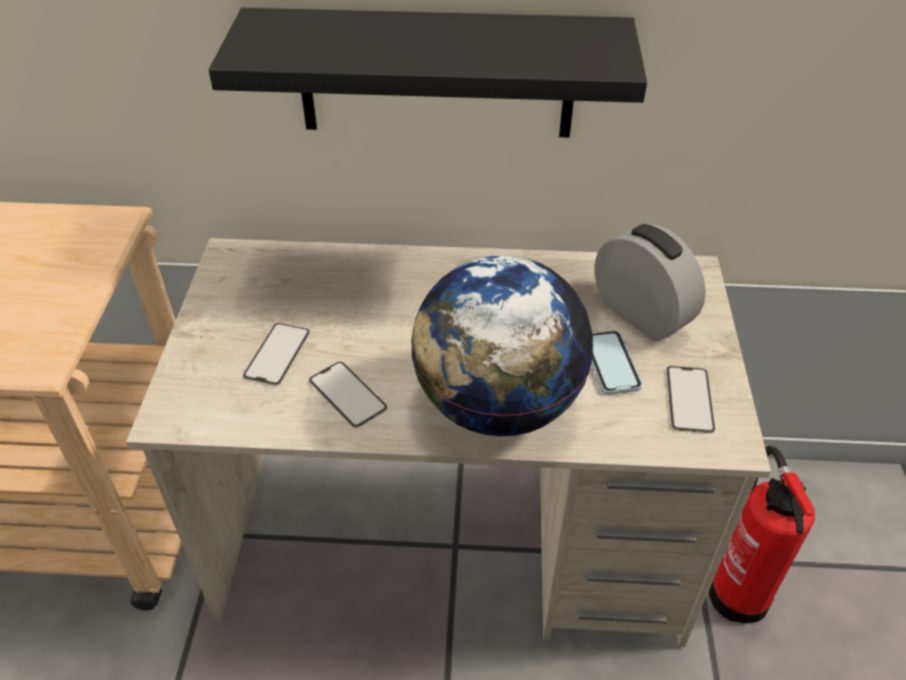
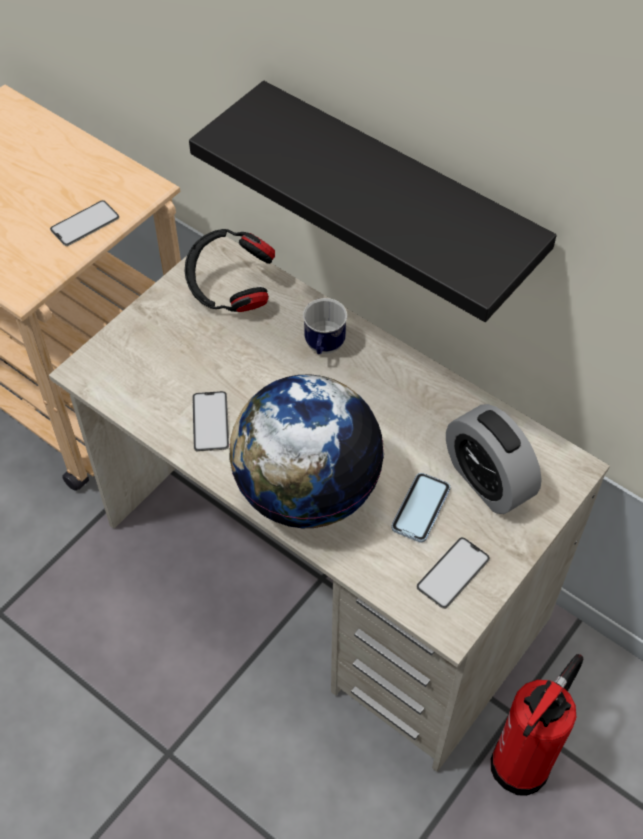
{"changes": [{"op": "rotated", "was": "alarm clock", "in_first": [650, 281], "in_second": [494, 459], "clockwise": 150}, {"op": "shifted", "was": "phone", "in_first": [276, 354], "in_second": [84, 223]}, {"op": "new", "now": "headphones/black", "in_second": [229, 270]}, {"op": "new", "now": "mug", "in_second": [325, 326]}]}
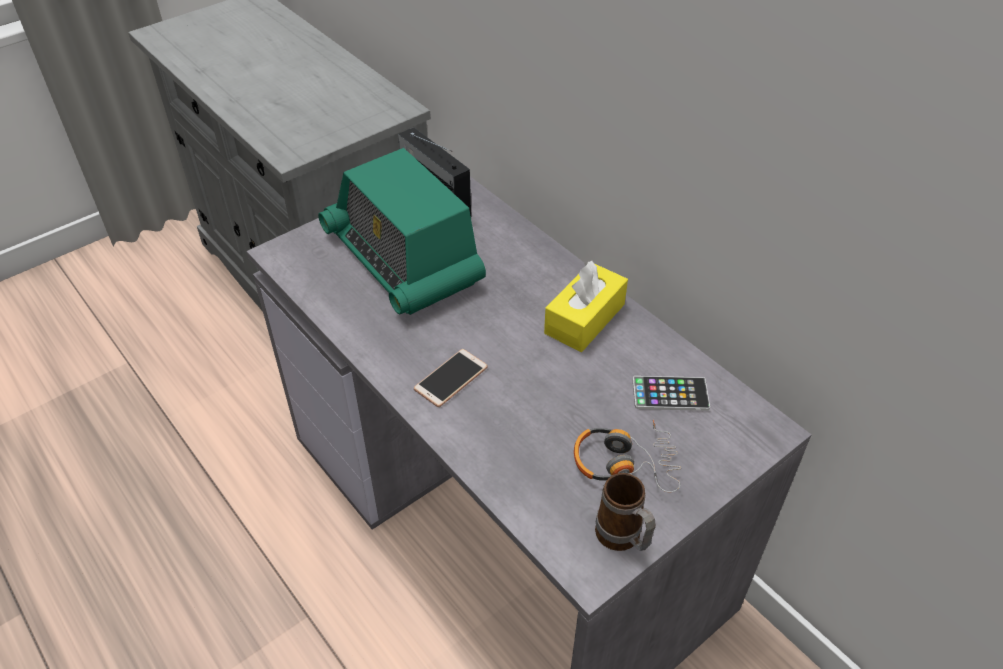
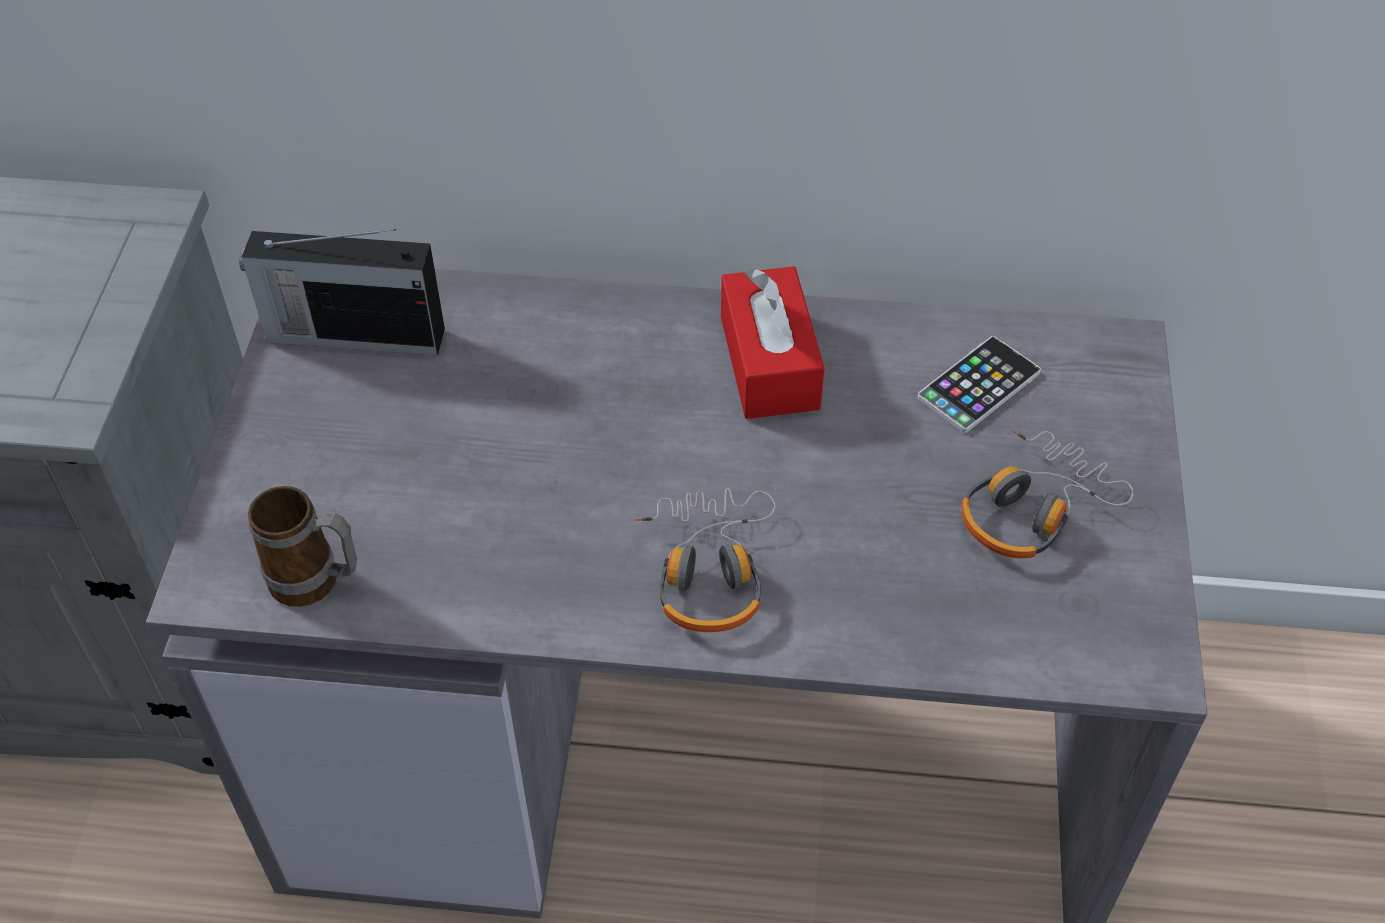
{"changes": [{"op": "gone", "was": "radio", "in_first": [402, 231]}, {"op": "repainted", "was": "tissue box/yellow", "now": "tissue box/red", "in_first": [586, 306], "in_second": [773, 342]}, {"op": "swapped", "was": "phone", "now": "headphones", "in_first": [451, 378], "in_second": [705, 560]}, {"op": "shifted", "was": "mug", "in_first": [625, 512], "in_second": [302, 546]}]}
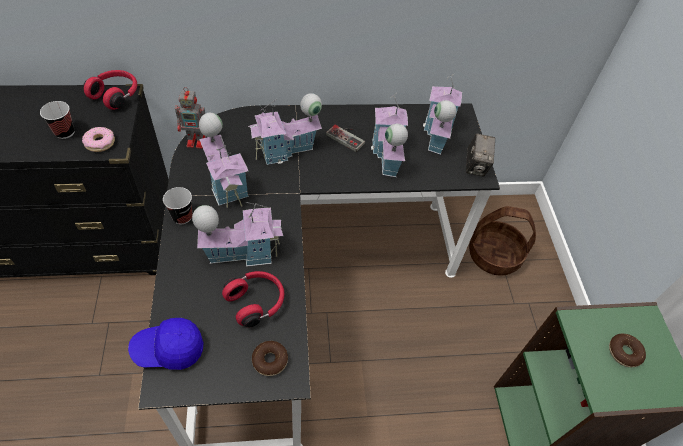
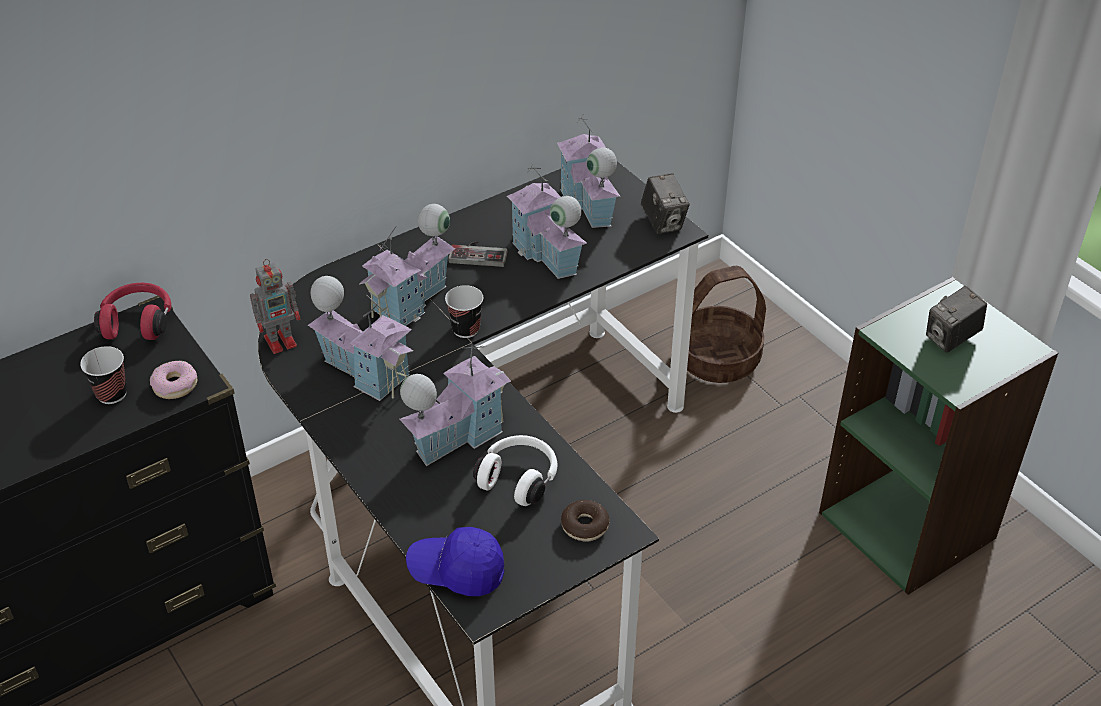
{"changes": [{"op": "shifted", "was": "cup", "in_first": [178, 205], "in_second": [464, 311]}, {"op": "repainted", "was": "headphones/red", "now": "headphones/white", "in_first": [253, 299], "in_second": [515, 470]}, {"op": "rotated", "was": "cap/blue", "in_first": [166, 344], "in_second": [455, 561], "clockwise": 45}, {"op": "swapped", "was": "donut", "now": "photo camera", "in_first": [627, 350], "in_second": [956, 319]}]}
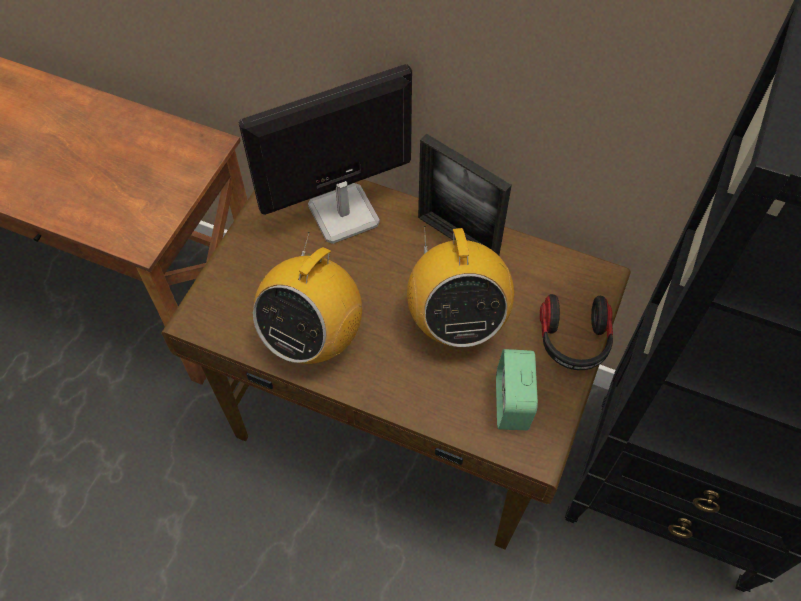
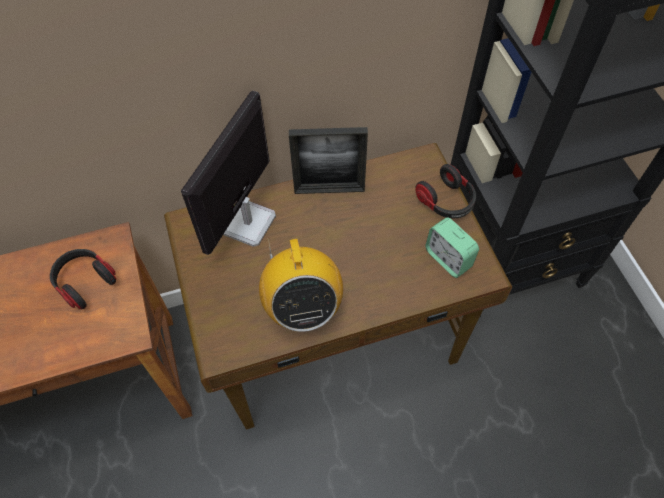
{"changes": [{"op": "gone", "was": "radio", "in_first": [460, 286]}, {"op": "new", "now": "headphones", "in_second": [83, 279]}]}
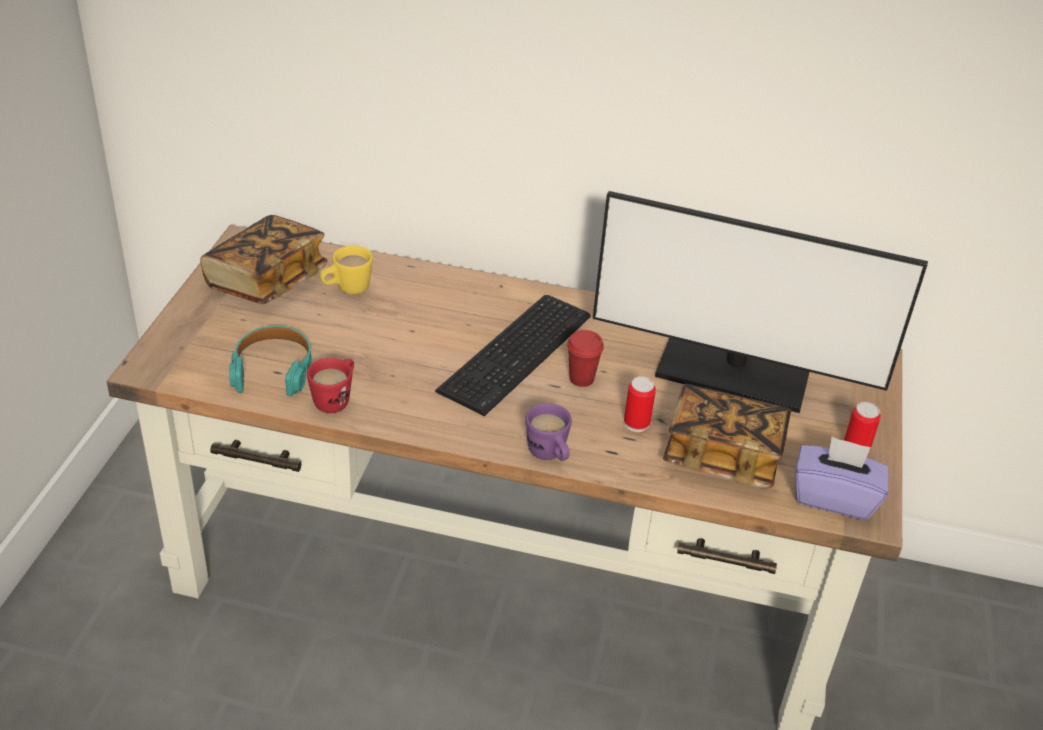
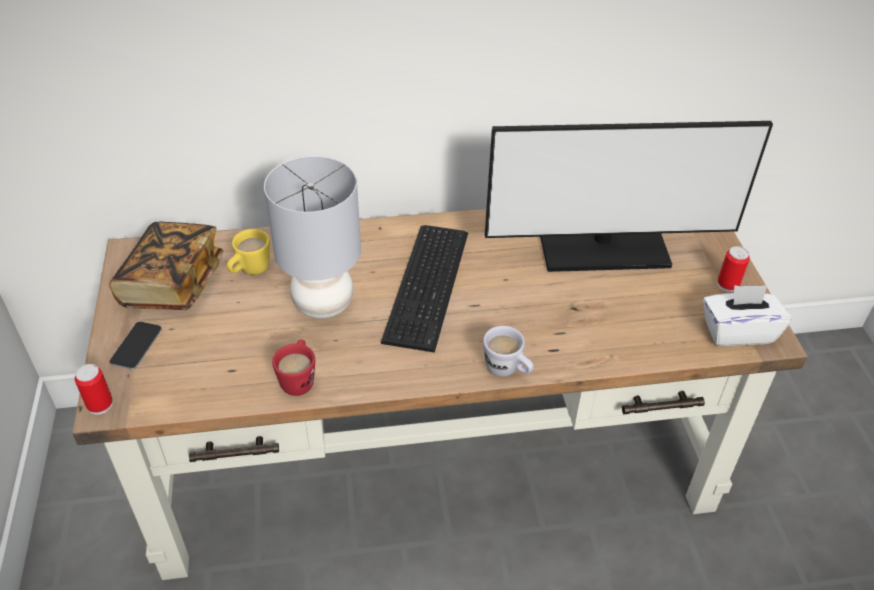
{"changes": [{"op": "gone", "was": "headphones/turquoise", "in_first": [270, 360]}, {"op": "gone", "was": "cup/red", "in_first": [585, 358]}, {"op": "shifted", "was": "can", "in_first": [640, 404], "in_second": [94, 389]}, {"op": "gone", "was": "book", "in_first": [727, 436]}, {"op": "repainted", "was": "mug/purple", "now": "mug/white", "in_first": [548, 432], "in_second": [508, 351]}, {"op": "repainted", "was": "tissue box/purple", "now": "tissue box/white", "in_first": [841, 478], "in_second": [747, 315]}, {"op": "new", "now": "table lamp/grey", "in_second": [312, 237]}, {"op": "new", "now": "phone", "in_second": [135, 345]}]}
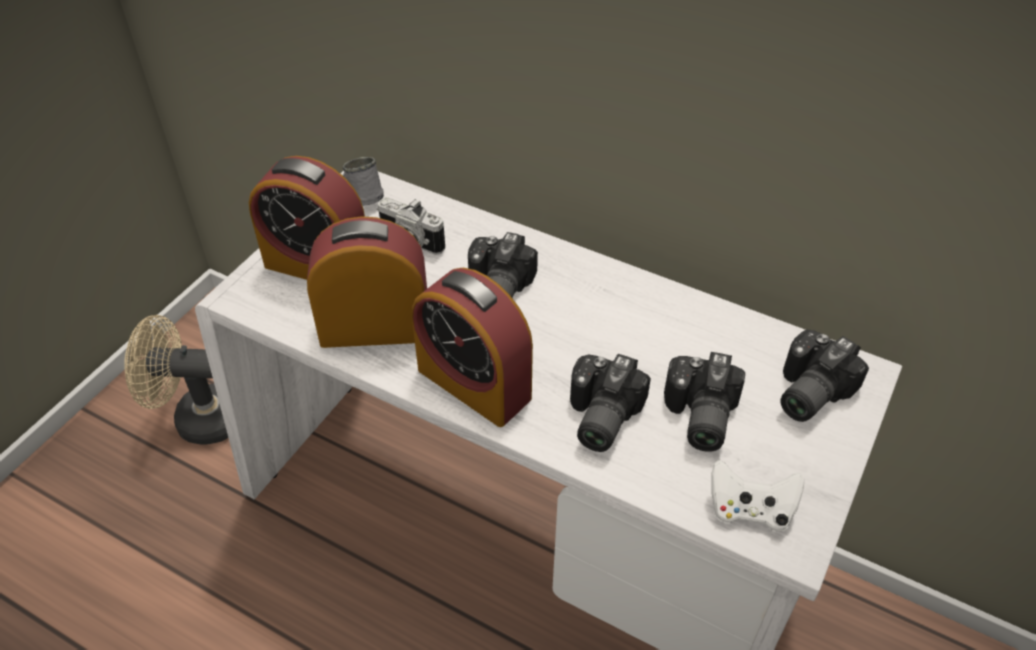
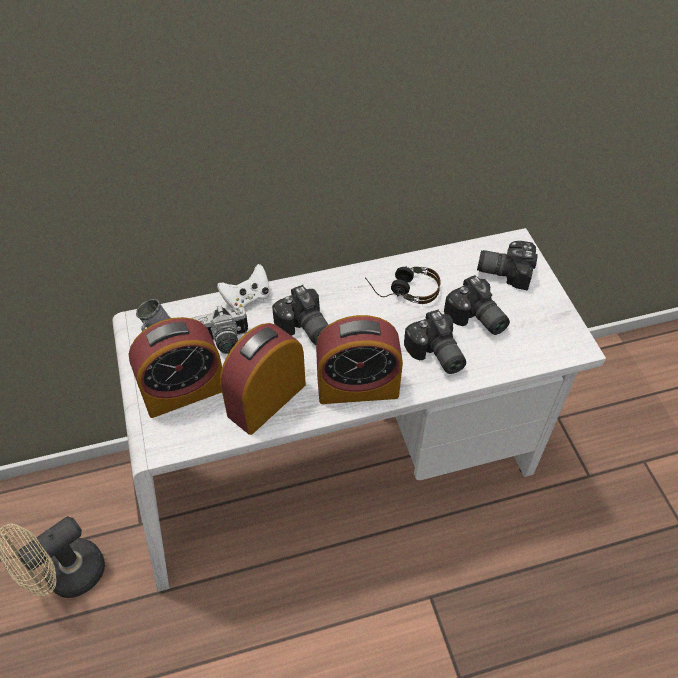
{"changes": [{"op": "rotated", "was": "photo camera", "in_first": [824, 376], "in_second": [507, 266], "clockwise": 105}, {"op": "shifted", "was": "game controller/white", "in_first": [758, 496], "in_second": [243, 286]}, {"op": "new", "now": "headphones", "in_second": [403, 285]}]}
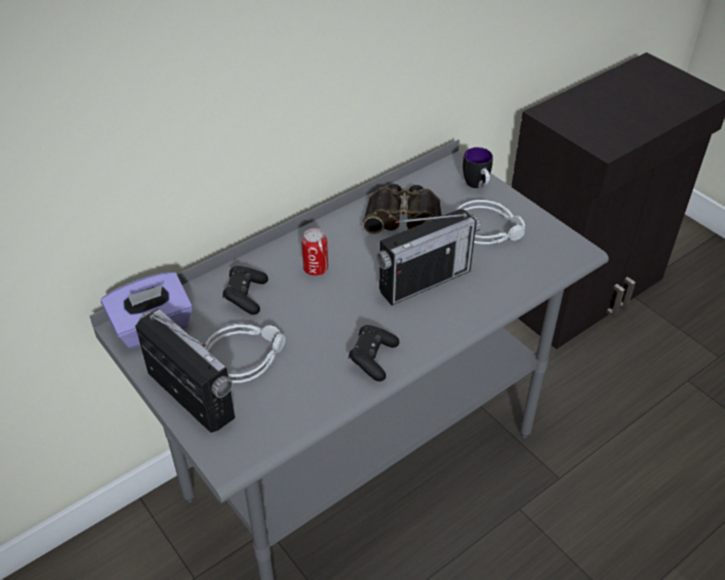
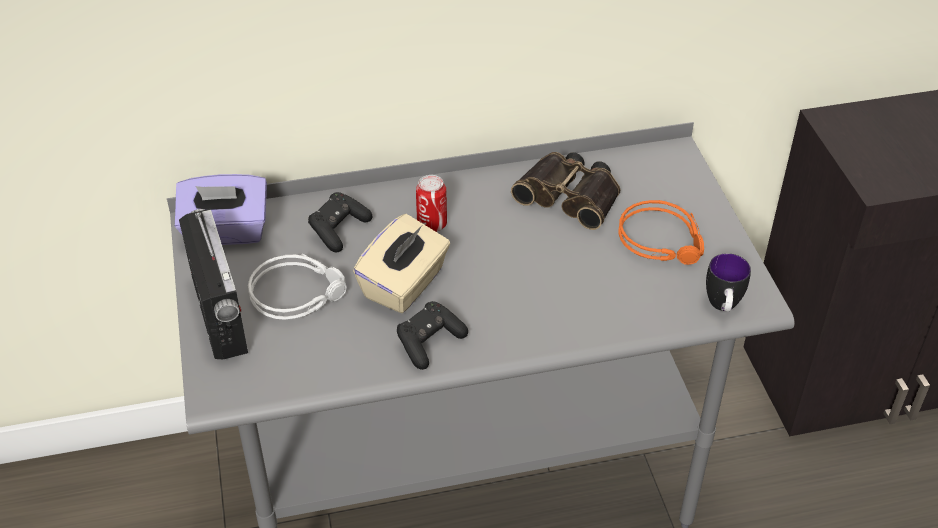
{"changes": [{"op": "shifted", "was": "mug", "in_first": [478, 167], "in_second": [728, 282]}, {"op": "repainted", "was": "headphones/grey", "now": "headphones/orange", "in_first": [490, 222], "in_second": [661, 232]}, {"op": "gone", "was": "radio", "in_first": [428, 257]}, {"op": "new", "now": "tissue box/beige", "in_second": [401, 263]}]}
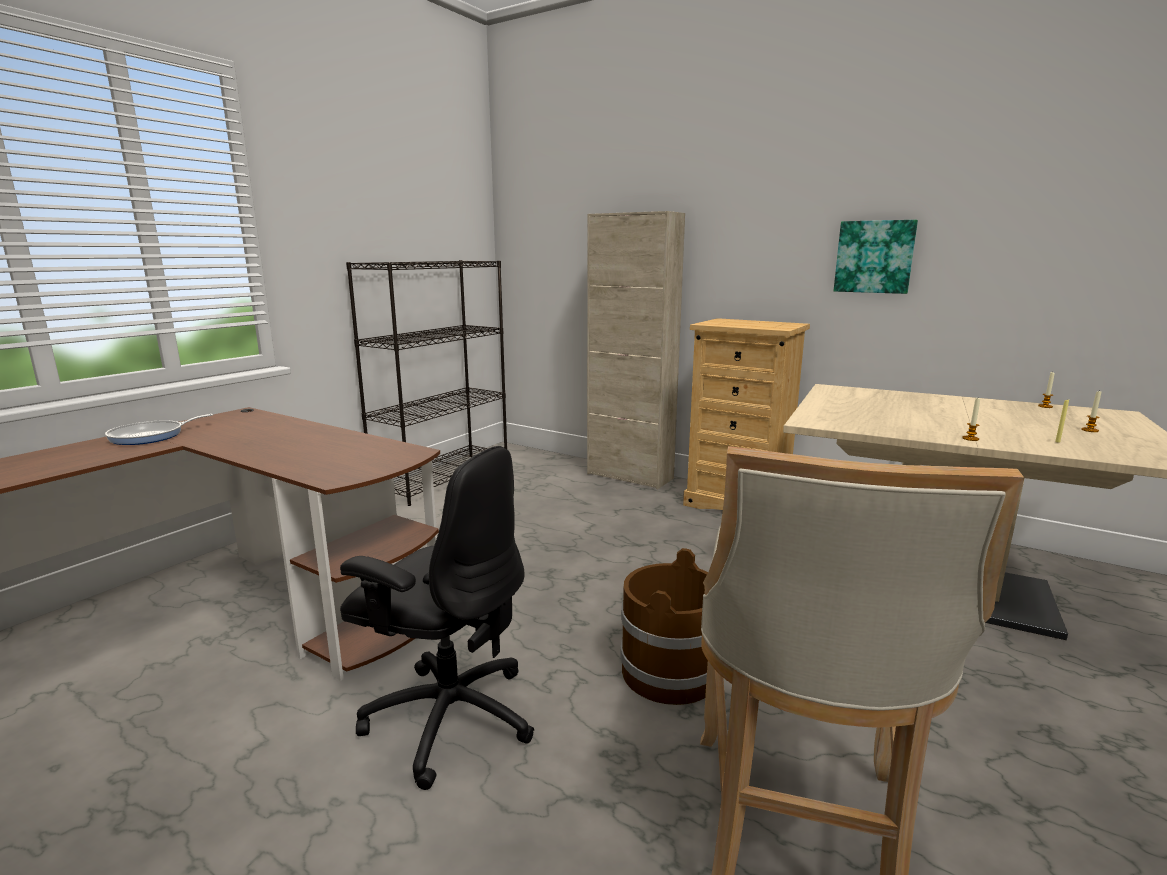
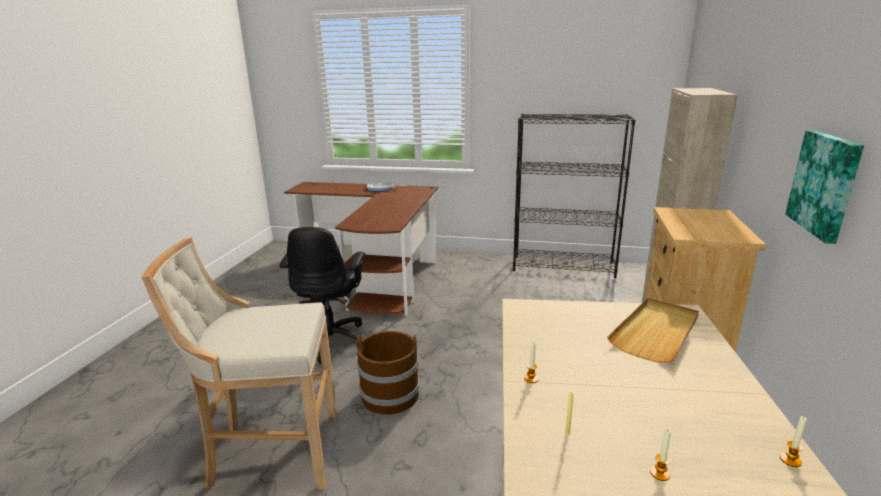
{"changes": [{"op": "new", "now": "tray/beige", "in_second": [653, 330]}]}
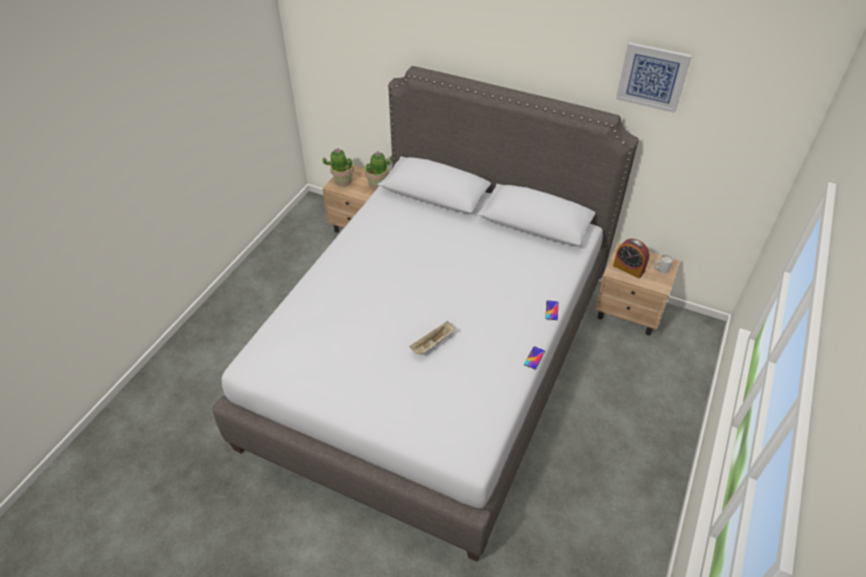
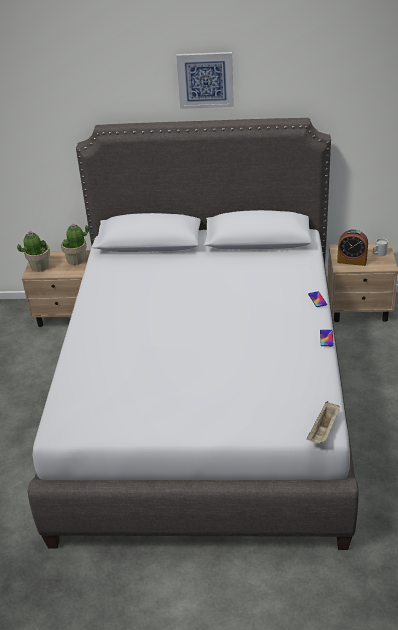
{"changes": [{"op": "shifted", "was": "picture", "in_first": [654, 77], "in_second": [205, 80]}, {"op": "shifted", "was": "tray/beige", "in_first": [432, 338], "in_second": [323, 422]}]}
